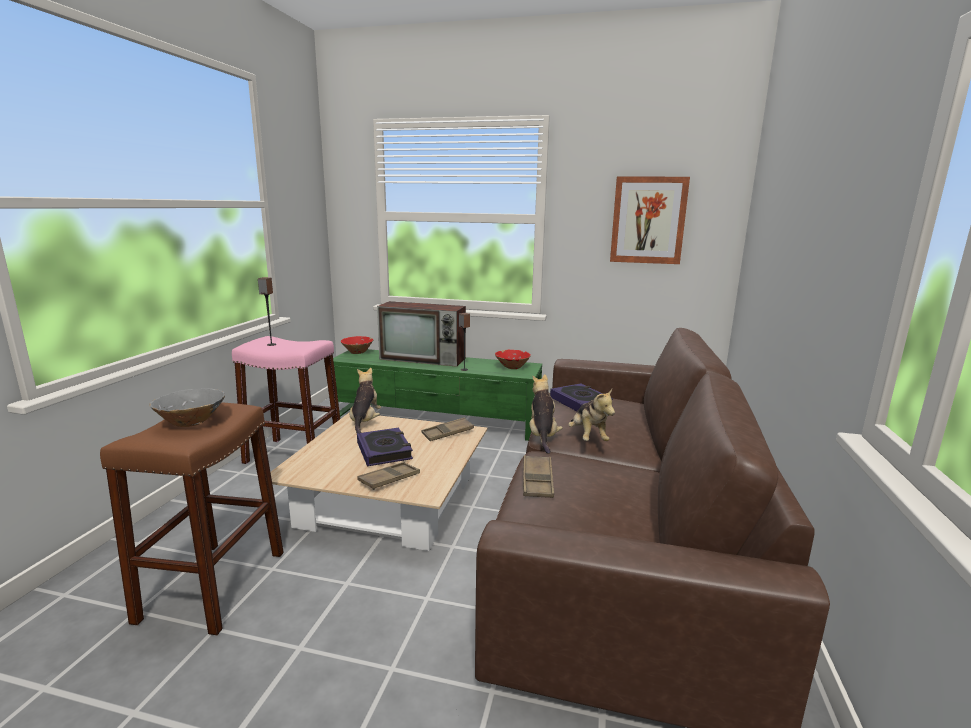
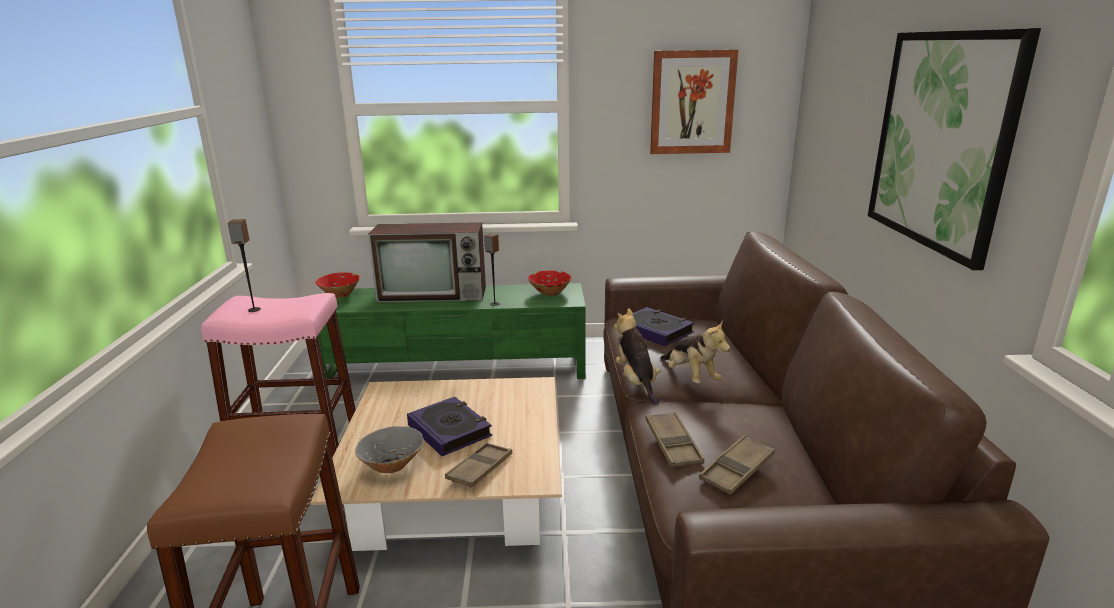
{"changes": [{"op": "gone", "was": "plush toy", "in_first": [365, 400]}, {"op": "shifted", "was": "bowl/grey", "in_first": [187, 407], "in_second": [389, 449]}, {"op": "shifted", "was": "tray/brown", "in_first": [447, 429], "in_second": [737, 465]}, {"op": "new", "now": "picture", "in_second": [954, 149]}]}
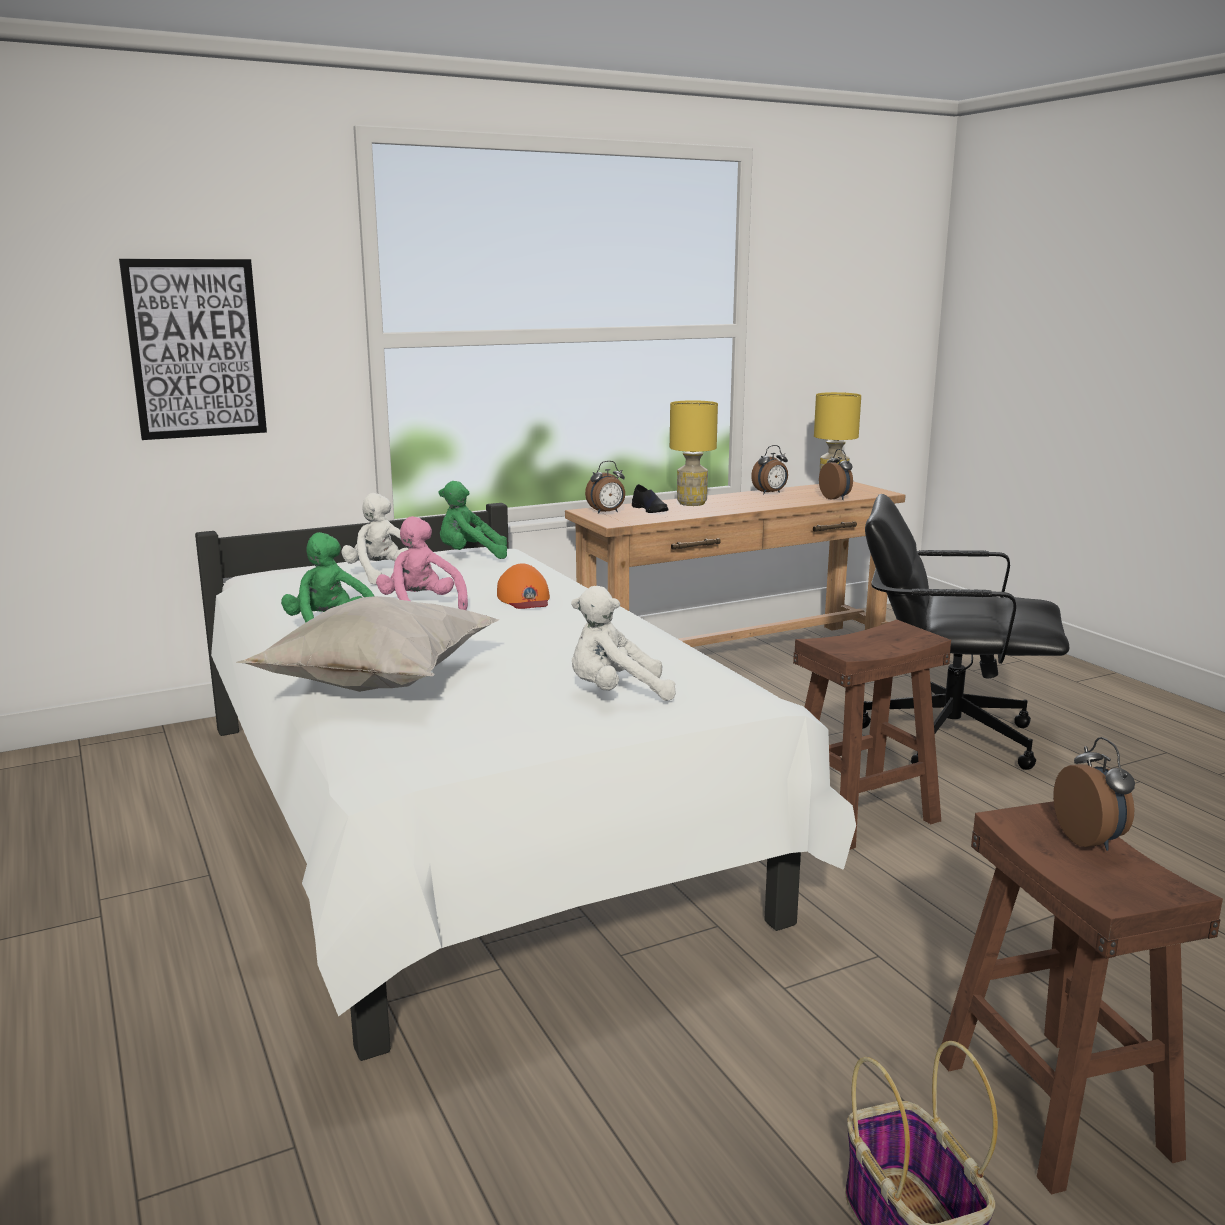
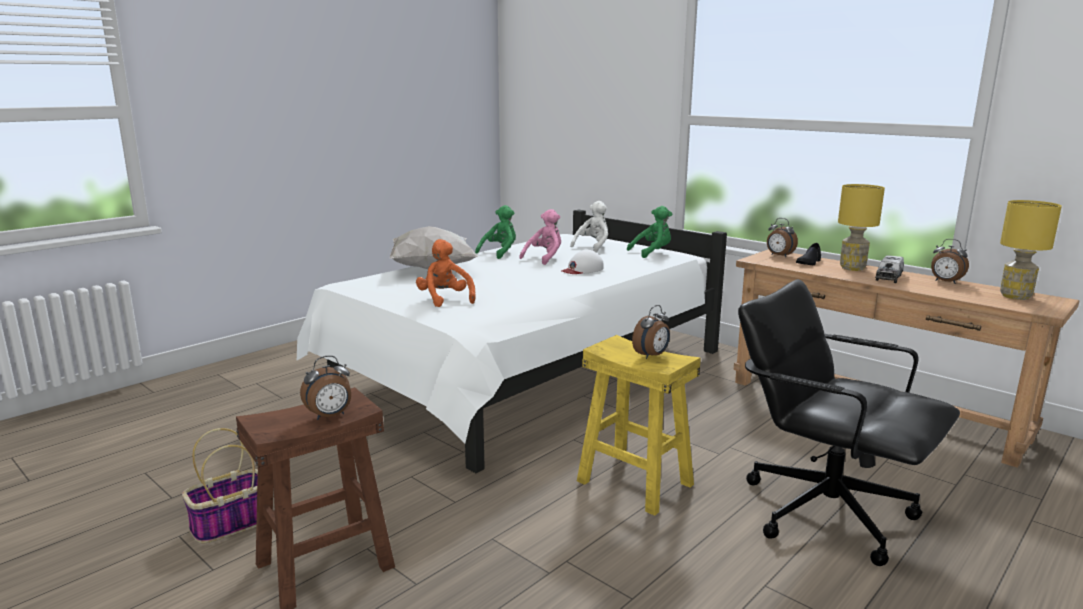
{"changes": [{"op": "gone", "was": "picture", "in_first": [193, 349]}, {"op": "shifted", "was": "alarm clock", "in_first": [836, 474], "in_second": [651, 332]}, {"op": "rotated", "was": "plush toy/green", "in_first": [472, 520], "in_second": [649, 232], "clockwise": 90}, {"op": "rotated", "was": "office chair/black", "in_first": [965, 632], "in_second": [849, 422], "clockwise": -45}, {"op": "repainted", "was": "cap/orange", "now": "cap/white", "in_first": [523, 586], "in_second": [583, 262]}, {"op": "repainted", "was": "plush toy/white", "now": "plush toy/orange", "in_first": [623, 643], "in_second": [446, 273]}, {"op": "repainted", "was": "stool/brown", "now": "stool/yellow", "in_first": [872, 735], "in_second": [639, 425]}, {"op": "new", "now": "toy truck", "in_second": [889, 269]}]}
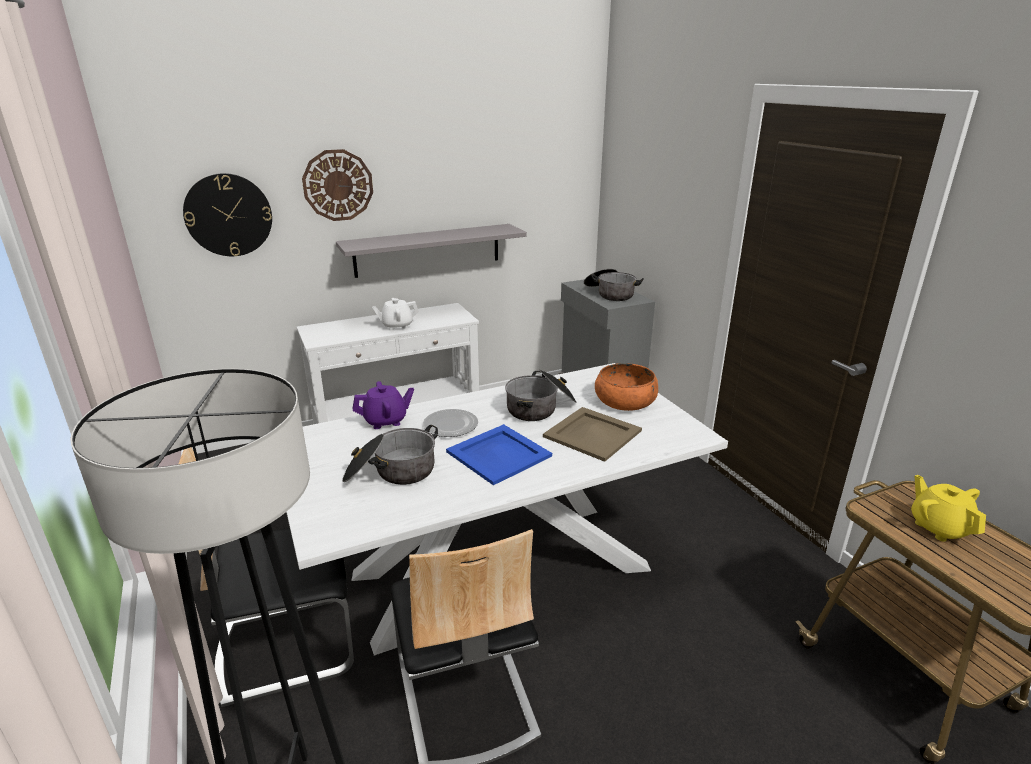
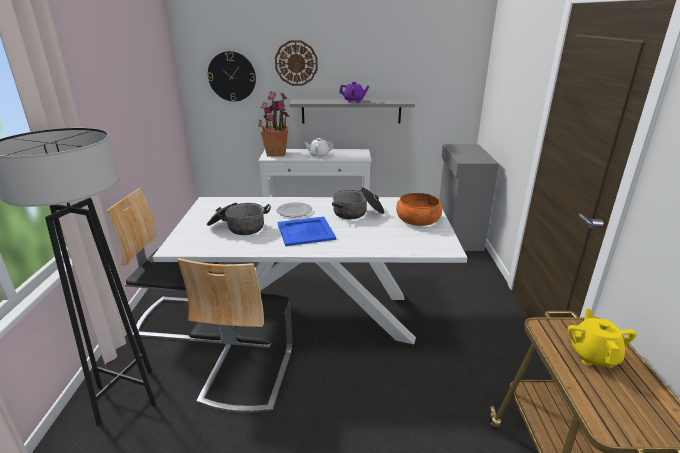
{"changes": [{"op": "gone", "was": "cooking pot", "in_first": [614, 285]}, {"op": "shifted", "was": "teapot/purple", "in_first": [383, 405], "in_second": [354, 92]}, {"op": "gone", "was": "tray/beige", "in_first": [592, 434]}, {"op": "new", "now": "potted plant", "in_second": [273, 124]}]}
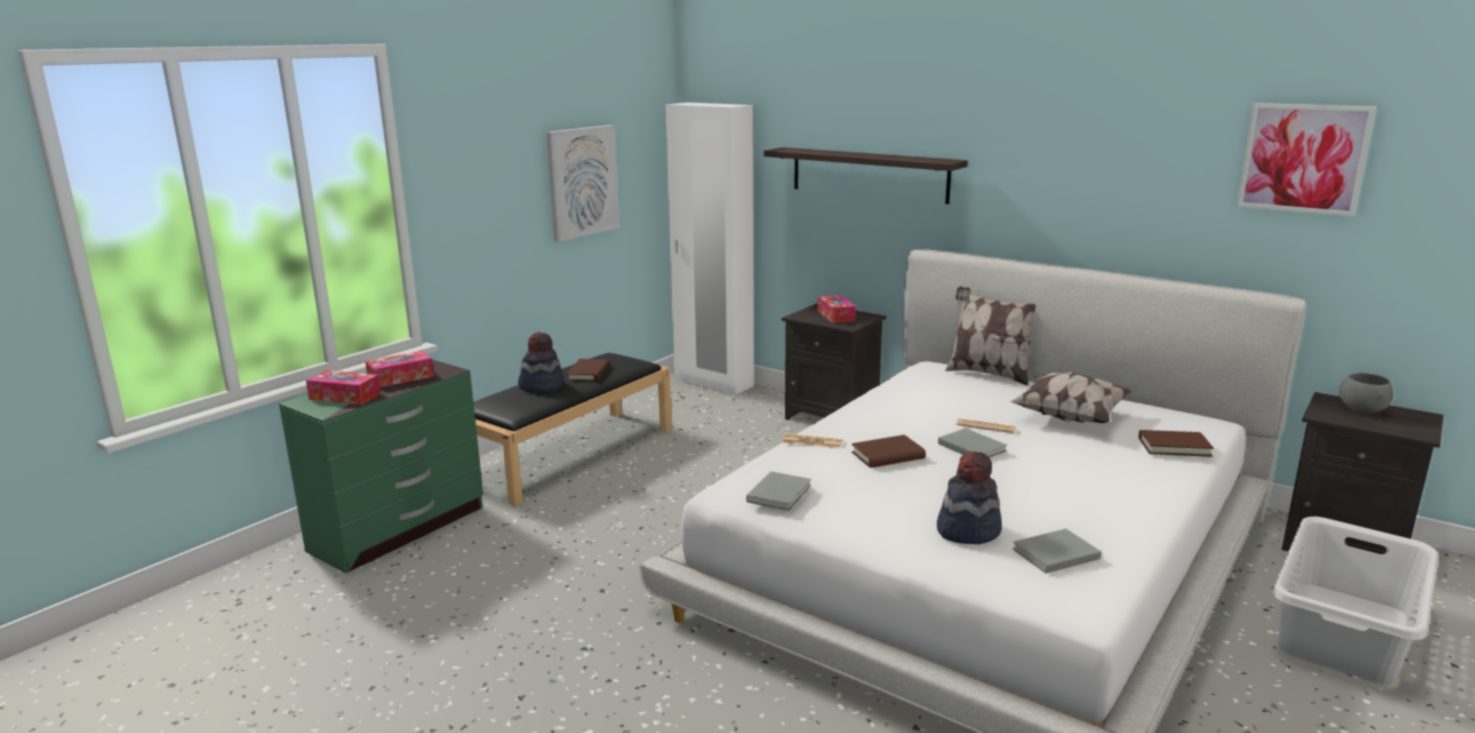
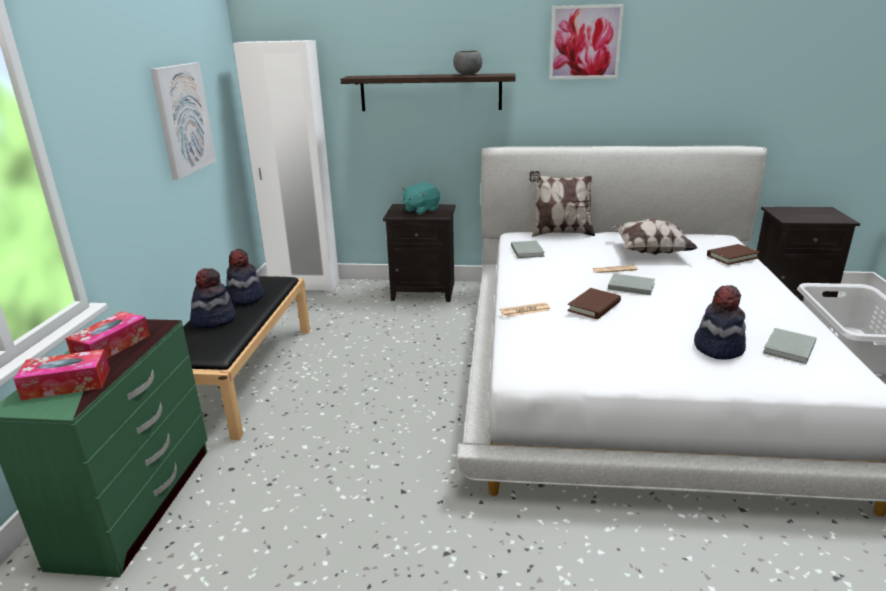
{"changes": [{"op": "shifted", "was": "picture", "in_first": [1306, 160], "in_second": [586, 41]}, {"op": "swapped", "was": "tissue box", "now": "plush toy/turquoise", "in_first": [837, 309], "in_second": [421, 198]}, {"op": "swapped", "was": "book/brown", "now": "hat", "in_first": [588, 370], "in_second": [245, 277]}, {"op": "shifted", "was": "bowl/grey", "in_first": [1366, 393], "in_second": [467, 63]}, {"op": "shifted", "was": "book/grey", "in_first": [778, 491], "in_second": [528, 249]}]}
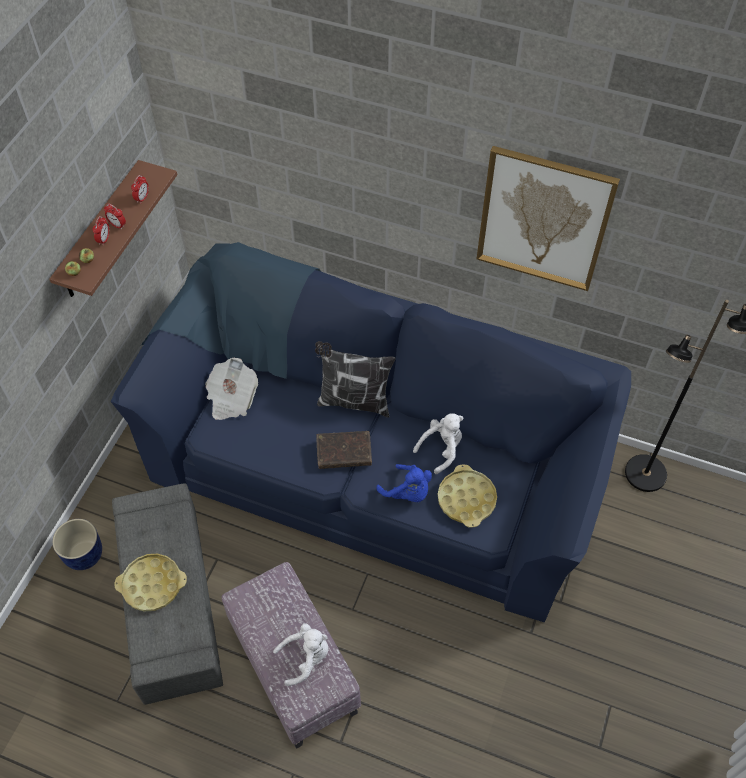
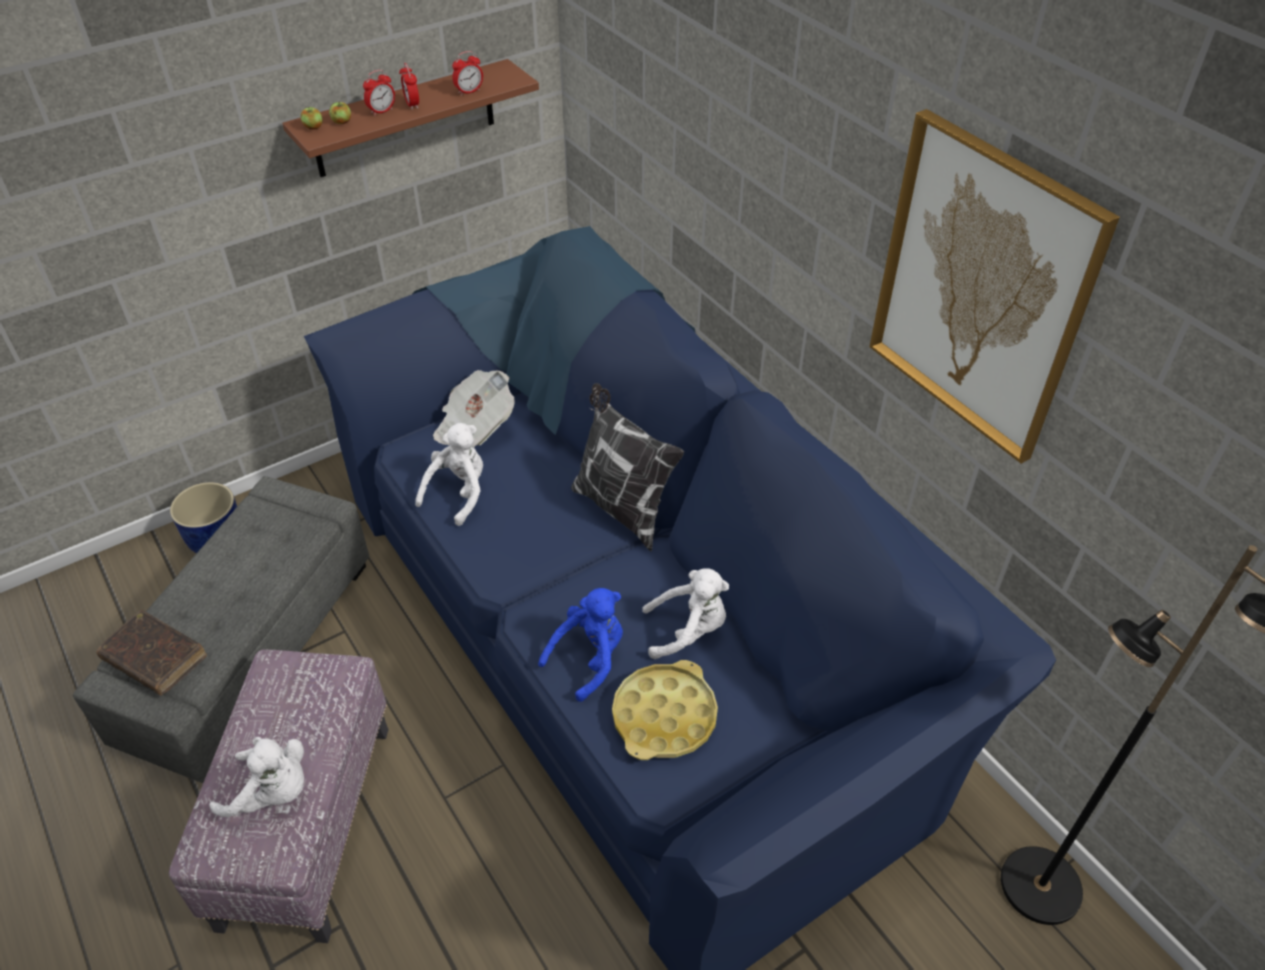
{"changes": [{"op": "shifted", "was": "book/brown", "in_first": [344, 450], "in_second": [151, 653]}, {"op": "rotated", "was": "plush toy/blue", "in_first": [404, 483], "in_second": [580, 645], "clockwise": -120}, {"op": "gone", "was": "tray/yellow", "in_first": [150, 582]}, {"op": "new", "now": "plush toy/white", "in_second": [449, 474]}]}
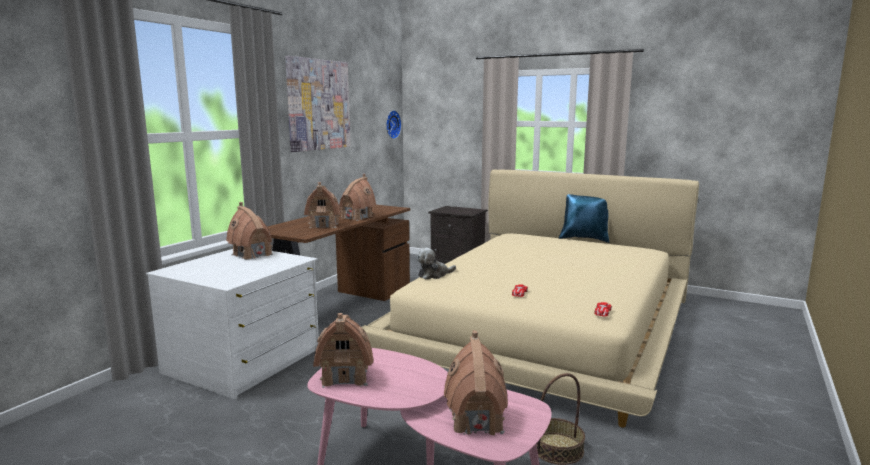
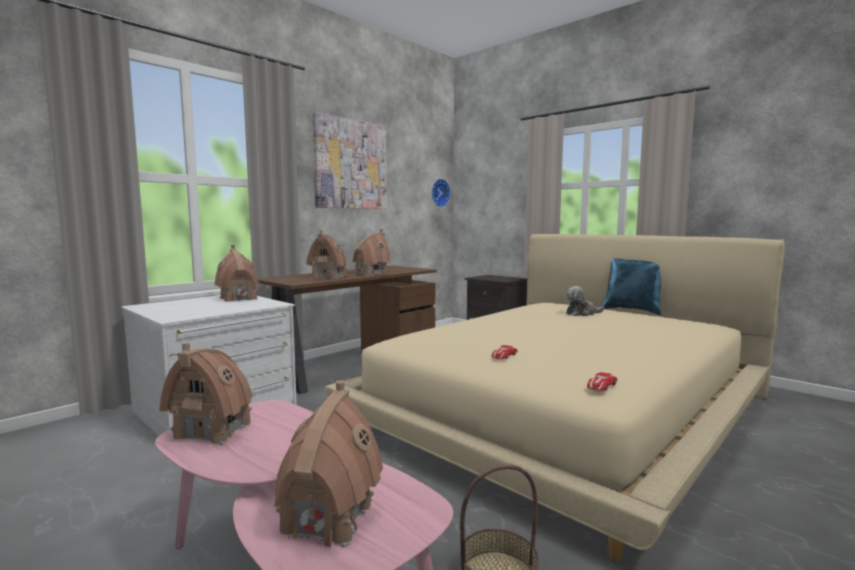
{"changes": [{"op": "shifted", "was": "plush toy", "in_first": [436, 263], "in_second": [585, 301]}]}
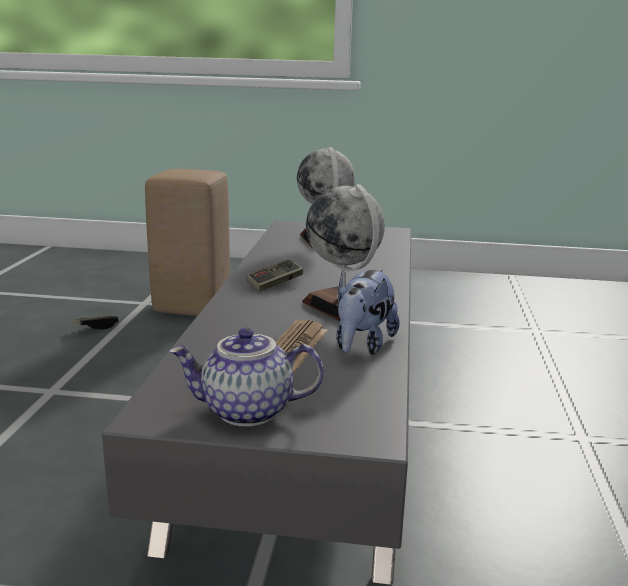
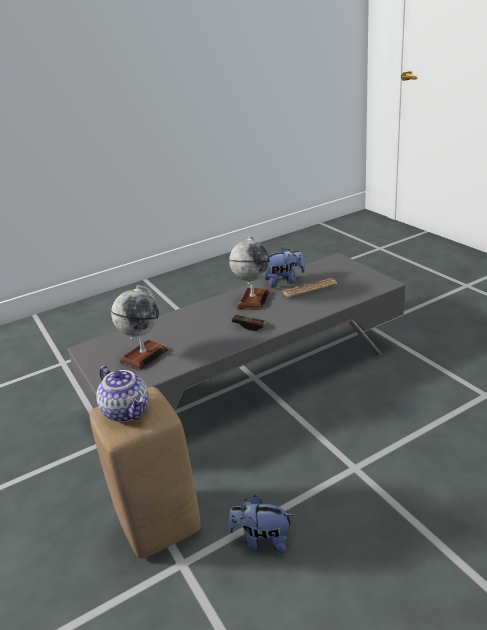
{"changes": [{"op": "swapped", "was": "game controller", "now": "plush toy", "in_first": [95, 323], "in_second": [261, 525]}, {"op": "shifted", "was": "teapot", "in_first": [246, 377], "in_second": [122, 394]}]}
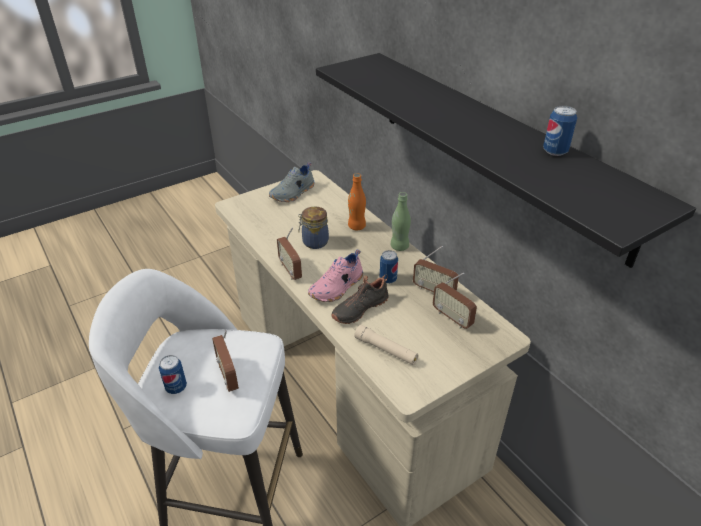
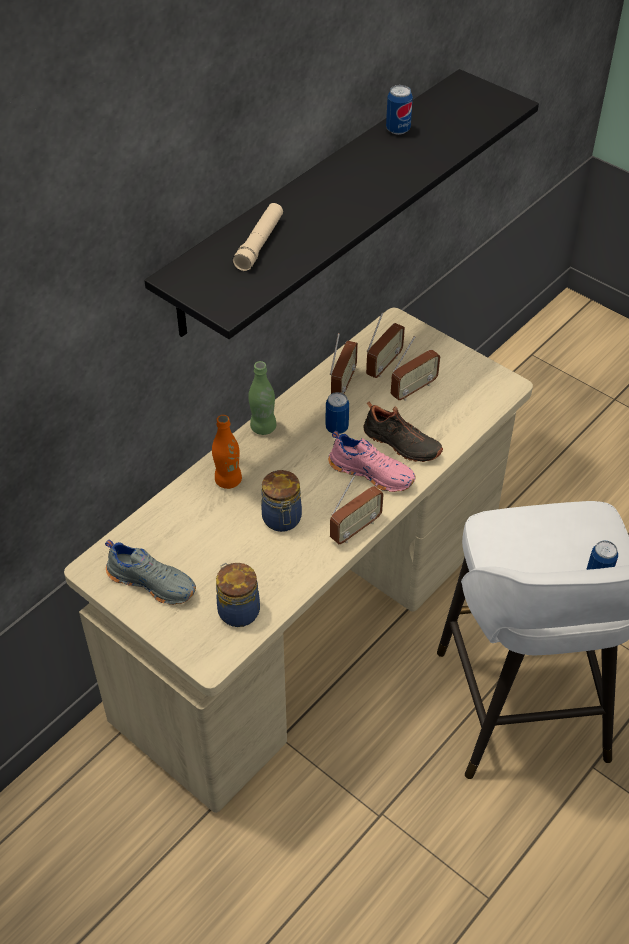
{"changes": [{"op": "shifted", "was": "flashlight/beige", "in_first": [386, 345], "in_second": [257, 237]}, {"op": "shifted", "was": "radio", "in_first": [225, 361], "in_second": [415, 368]}, {"op": "new", "now": "jar", "in_second": [238, 595]}]}
